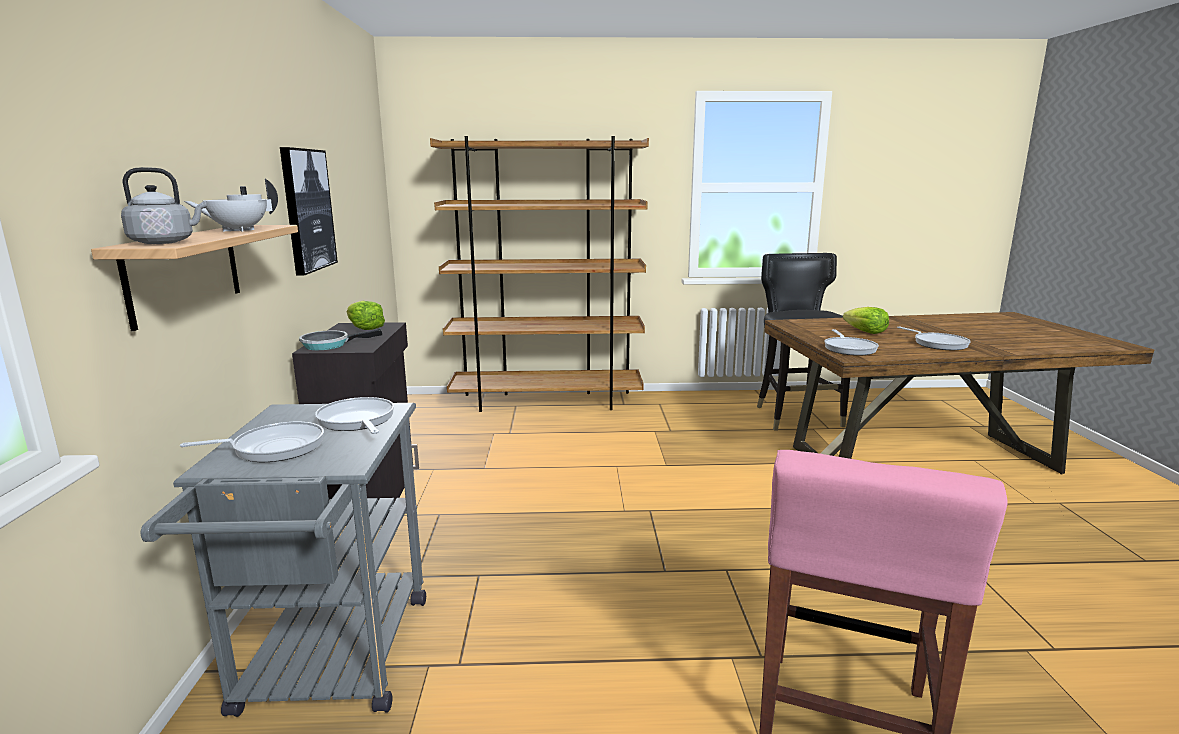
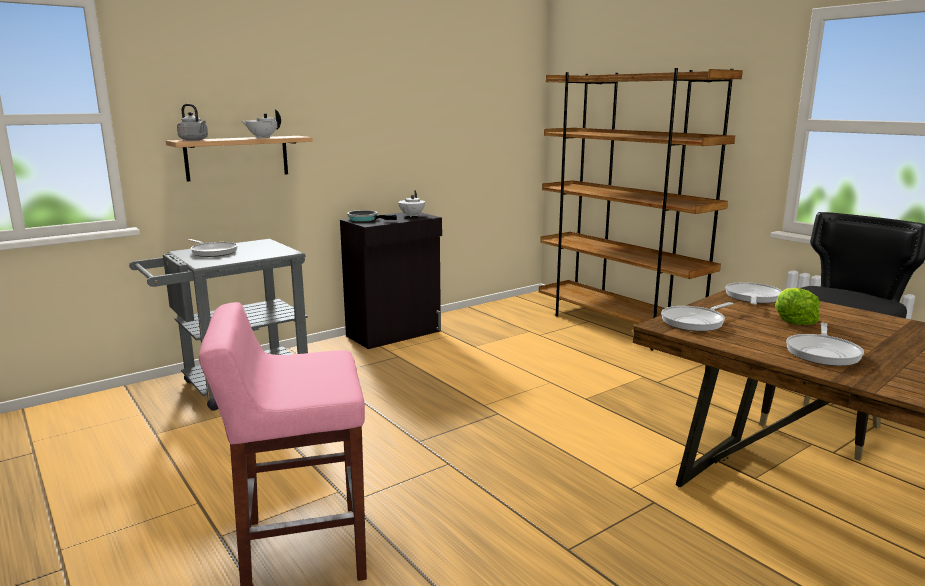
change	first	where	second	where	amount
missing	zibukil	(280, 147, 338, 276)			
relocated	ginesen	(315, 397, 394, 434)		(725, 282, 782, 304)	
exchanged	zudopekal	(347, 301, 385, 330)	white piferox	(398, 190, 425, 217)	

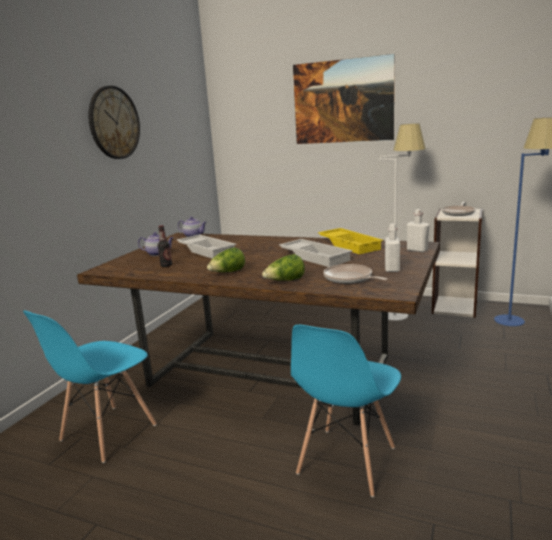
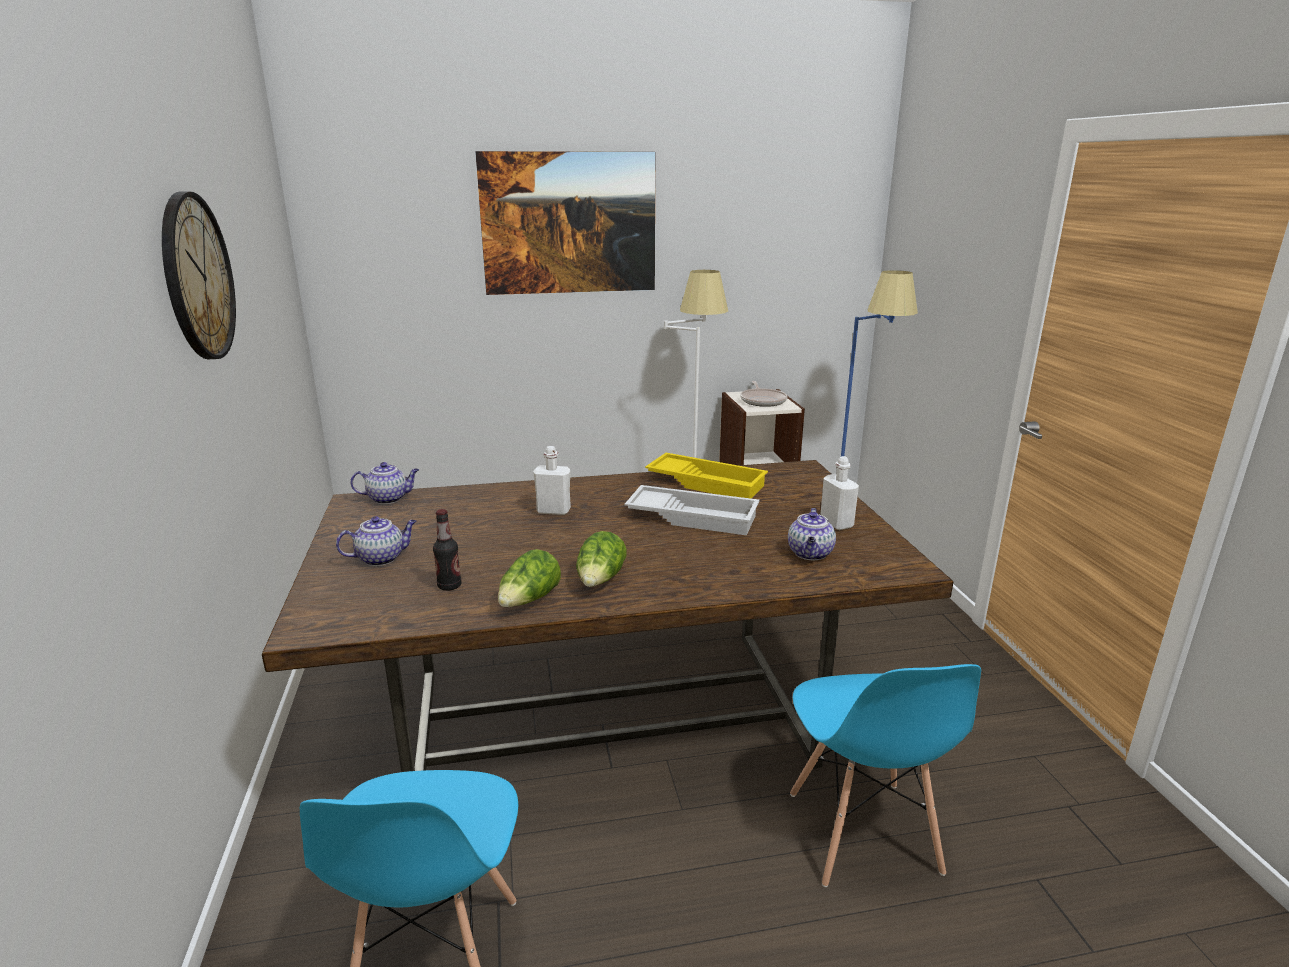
change	first	where	second	where	amount
missing	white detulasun	(176, 234, 237, 259)			
relocated	zudopekal	(262, 254, 305, 281)		(498, 549, 561, 607)	
relocated	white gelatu	(407, 209, 429, 252)		(533, 446, 571, 515)	
exchanged	ginesen	(323, 264, 388, 284)	piferox	(788, 508, 836, 560)	

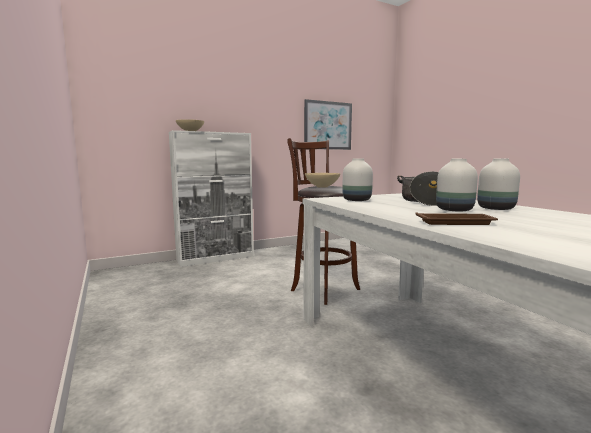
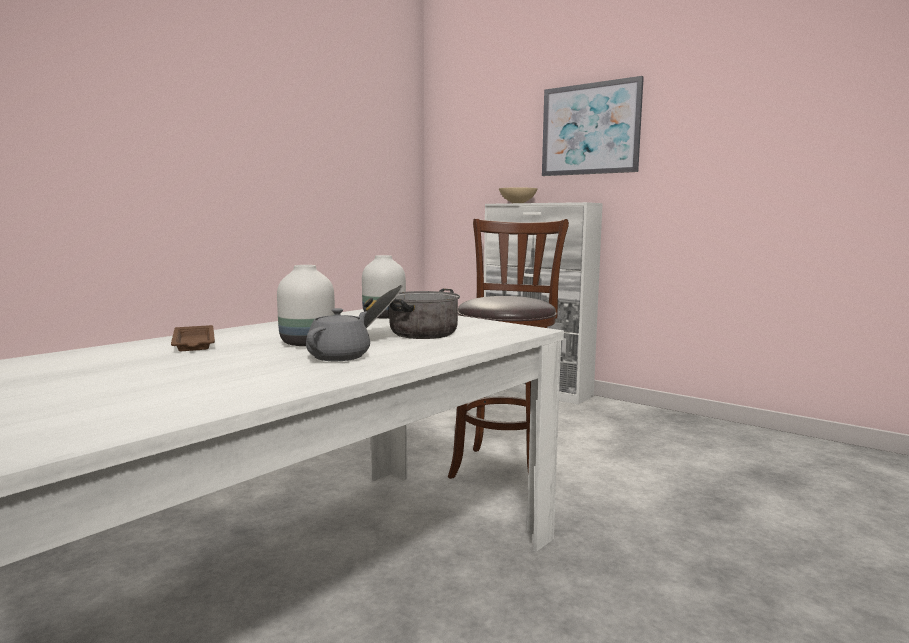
change	first	where	second	where	amount
missing	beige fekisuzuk	(305, 173, 340, 188)			
relocated	zibukil	(304, 99, 352, 150)		(542, 76, 644, 176)	
exchanged	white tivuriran	(477, 159, 520, 210)	grey piferox	(306, 308, 370, 361)	

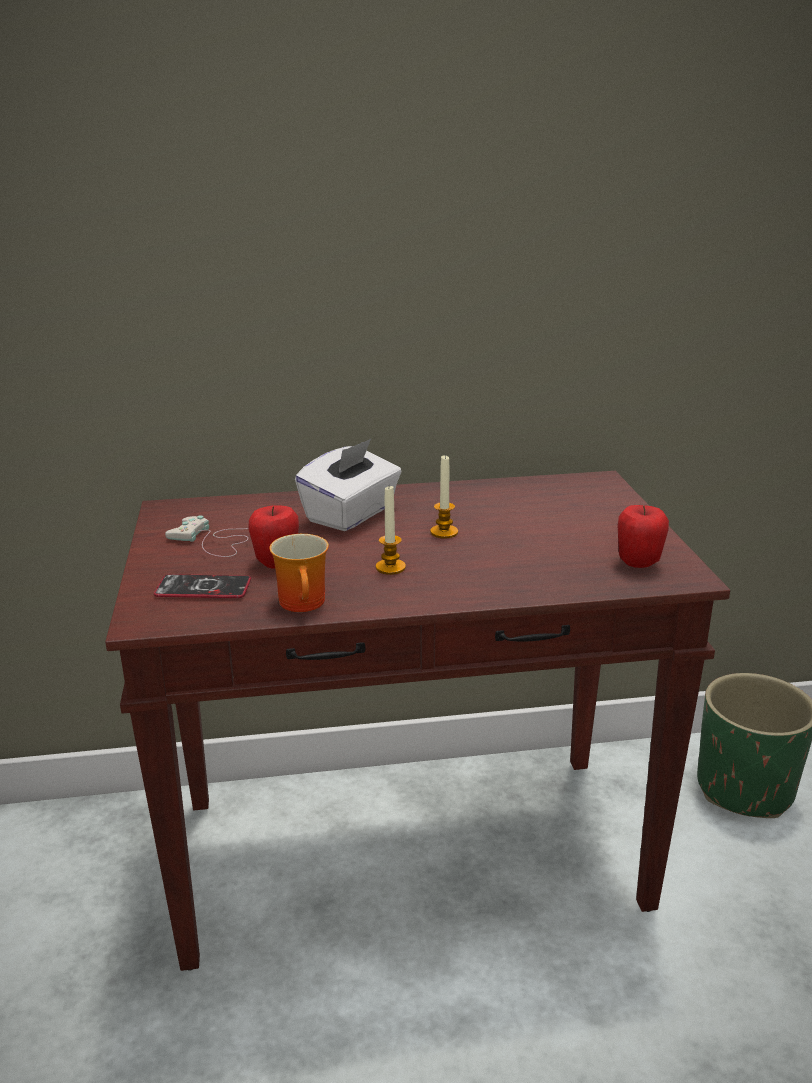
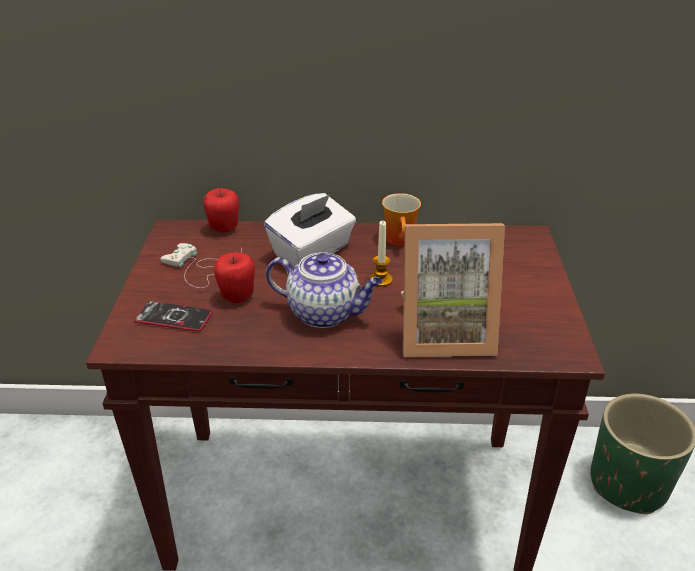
change	first	where	second	where	amount
appeared			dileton	(401, 223, 505, 357)	
relocated	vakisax	(270, 534, 329, 612)		(382, 193, 421, 246)	
relocated	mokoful	(618, 505, 669, 568)		(203, 188, 239, 232)	
exchanged	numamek	(376, 486, 406, 575)	piferox	(266, 252, 383, 328)	

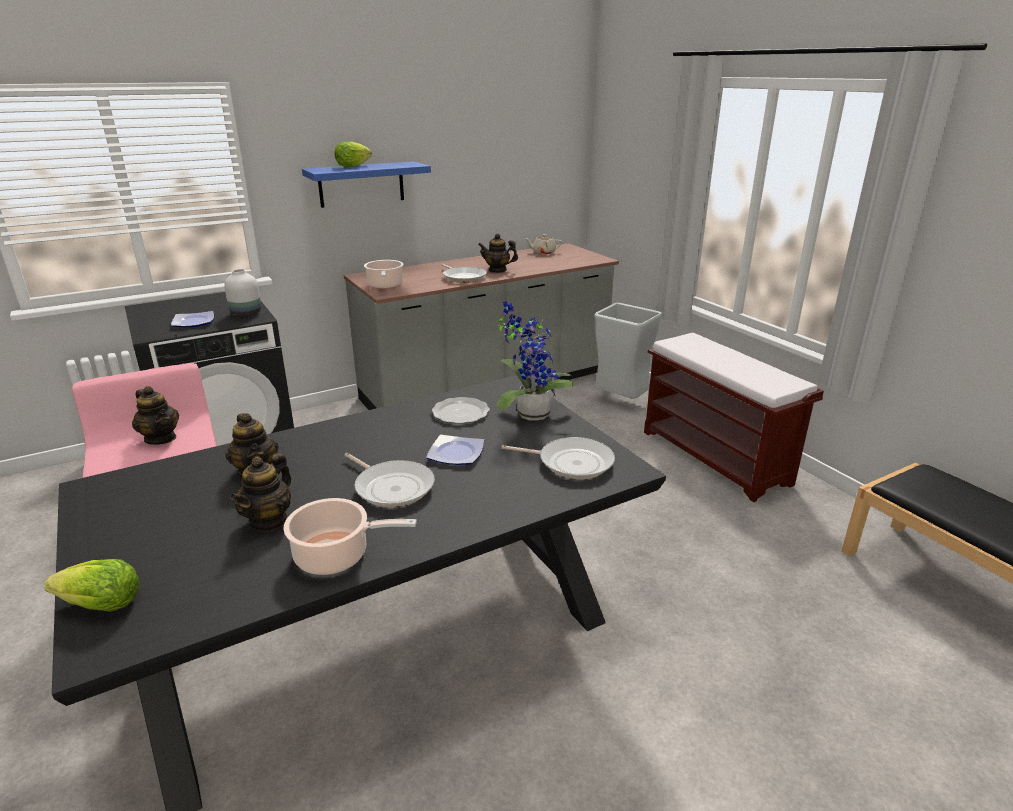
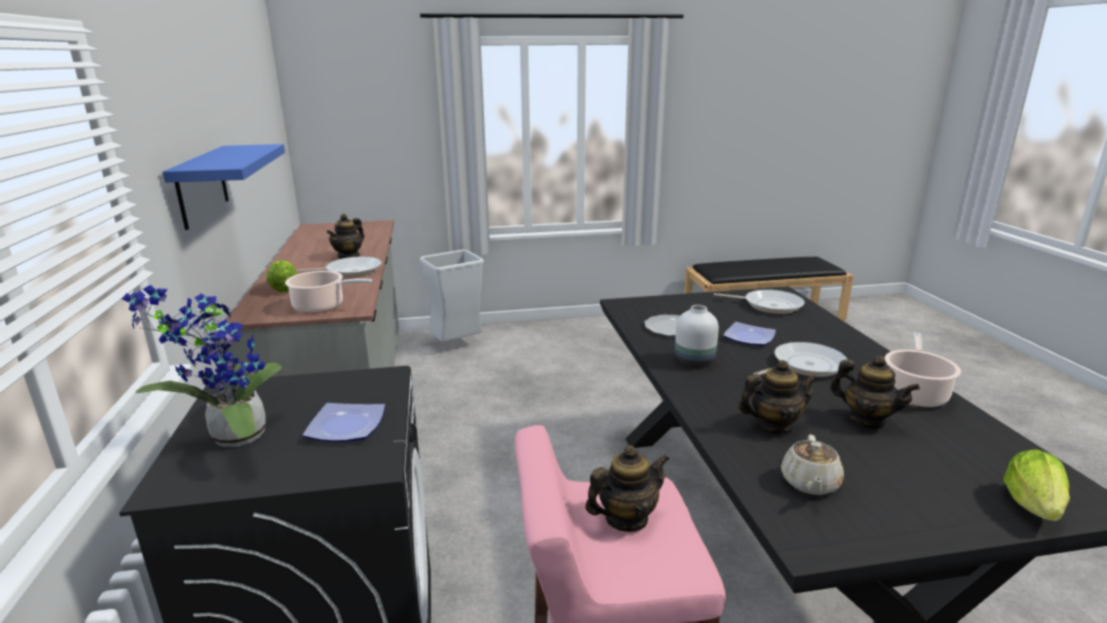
change	first	where	second	where	amount
missing	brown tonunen	(644, 333, 824, 502)			
relocated	white tivuriran	(224, 269, 261, 317)		(675, 305, 719, 366)	
relocated	zudopekal	(335, 142, 372, 167)		(267, 260, 297, 292)	
relocated	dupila	(497, 301, 573, 421)		(122, 285, 282, 447)	
relocated	beige piferox	(526, 234, 562, 255)		(781, 435, 844, 495)	
spun	ginesen	(501, 437, 615, 479)		(714, 290, 805, 314)	75 degrees clockwise

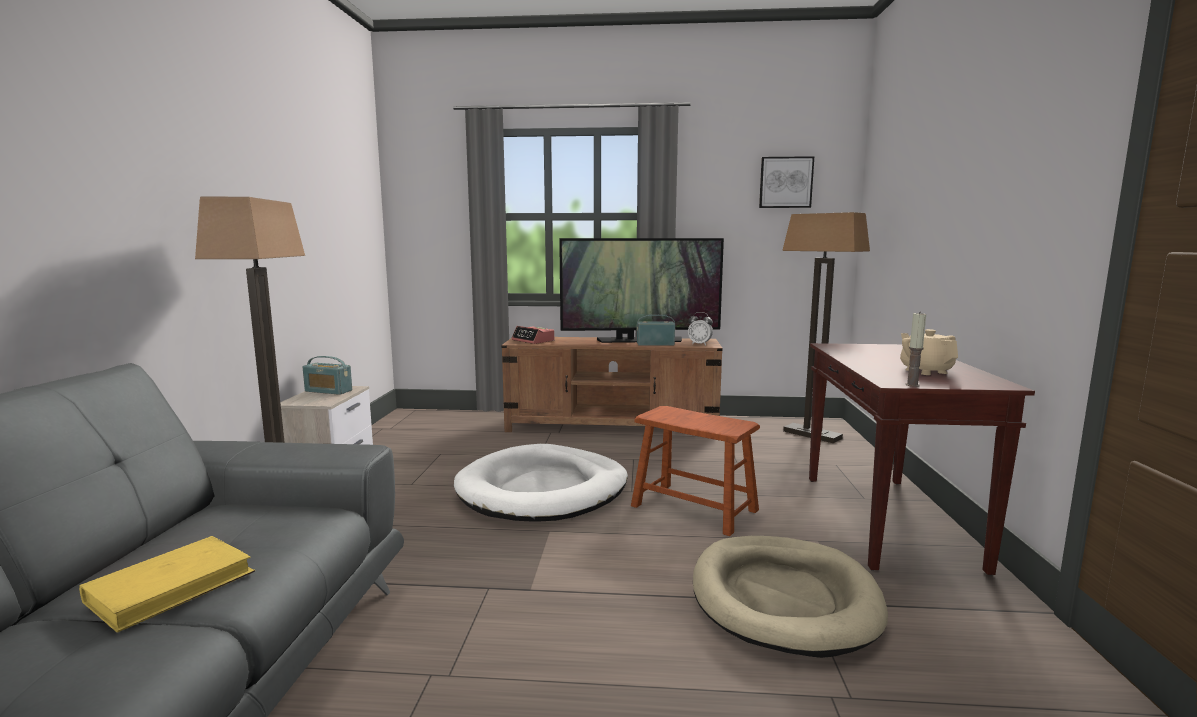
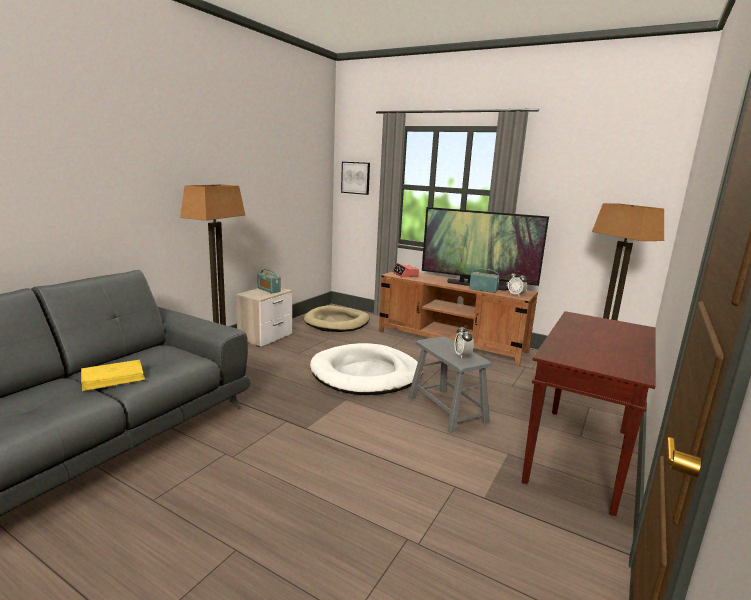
change	first	where	second	where	amount
missing	beige piferox	(900, 329, 958, 375)			
missing	numamek	(906, 313, 926, 387)			
appeared			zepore	(455, 325, 474, 359)	
relocated	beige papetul	(693, 536, 888, 658)		(304, 305, 369, 332)	
relocated	zibukil	(759, 156, 814, 208)		(341, 162, 370, 195)	
colour	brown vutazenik	(631, 406, 760, 536)	grey vutazenik	(408, 336, 493, 433)	

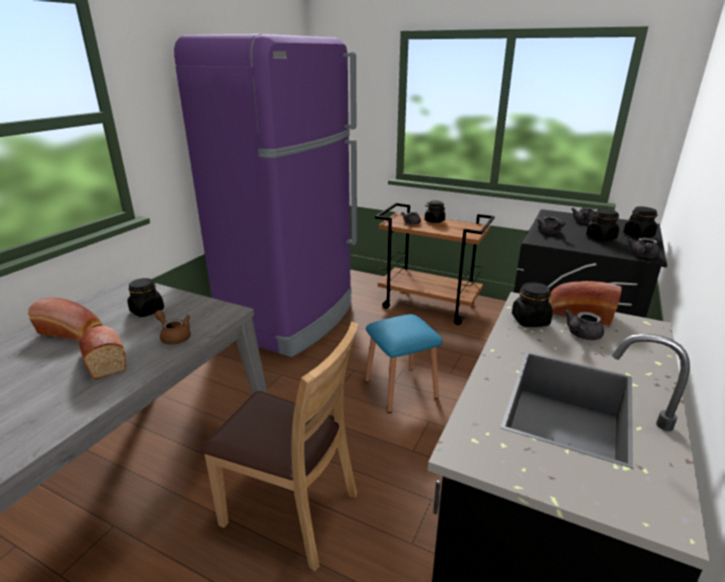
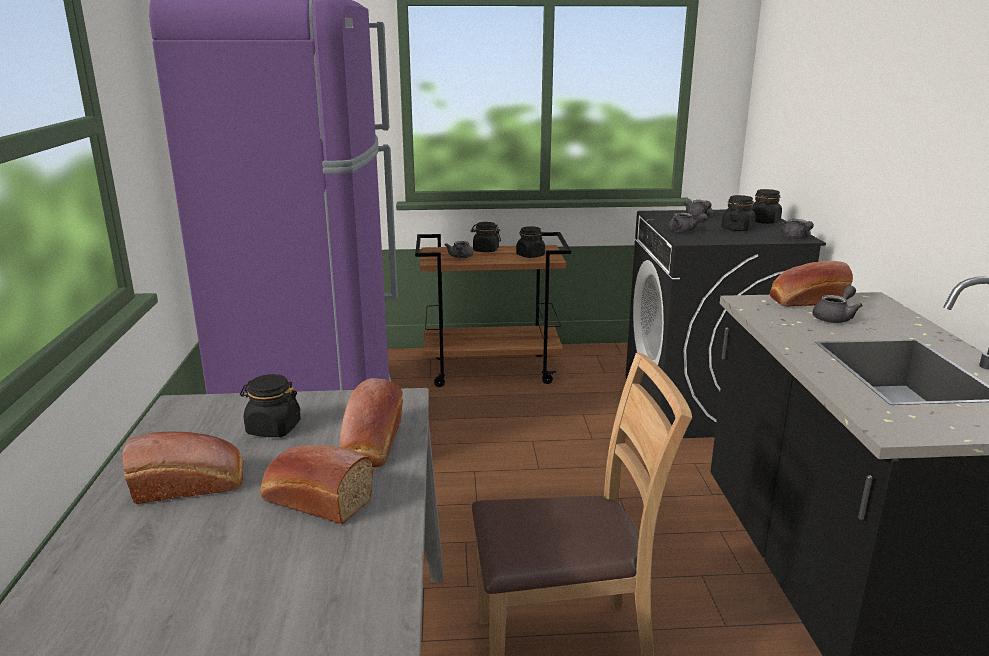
change	first	where	second	where	amount
missing	blue vutazenik	(365, 314, 443, 413)			
relocated	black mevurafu	(512, 282, 553, 327)		(516, 226, 545, 258)	
exchanged	brown piferox	(155, 310, 191, 345)	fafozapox	(339, 378, 403, 467)	
spun	grey piferox	(564, 310, 604, 340)		(812, 285, 863, 323)	150 degrees counterclockwise

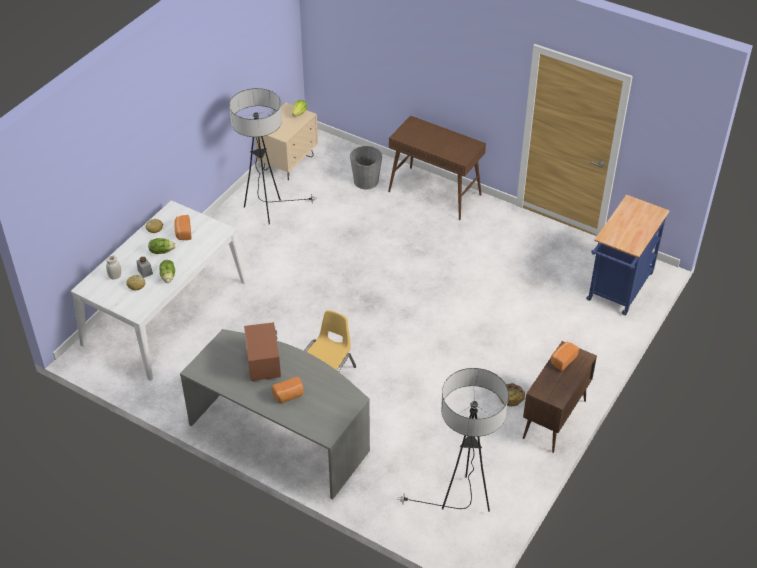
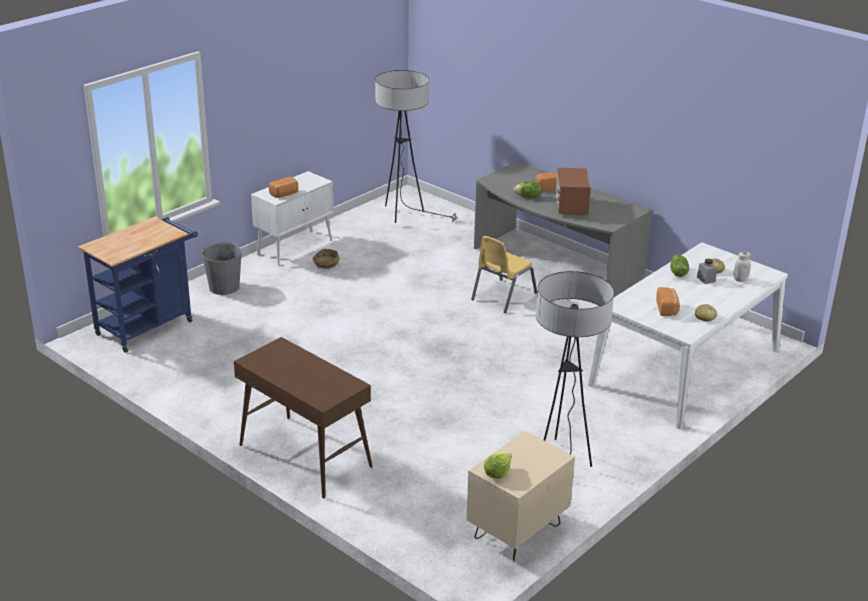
change	first	where	second	where	amount
relocated	zudopekal	(148, 238, 176, 254)		(514, 181, 542, 198)	
relocated	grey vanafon	(350, 146, 382, 189)		(202, 241, 242, 295)	
colour	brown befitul	(523, 341, 597, 453)	white befitul	(251, 171, 334, 265)	

